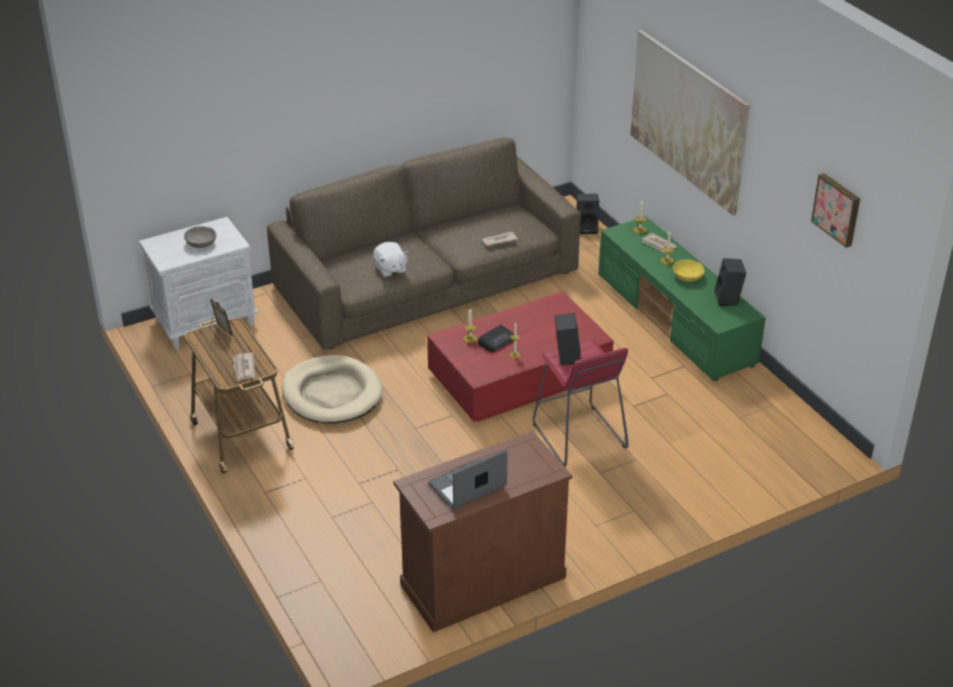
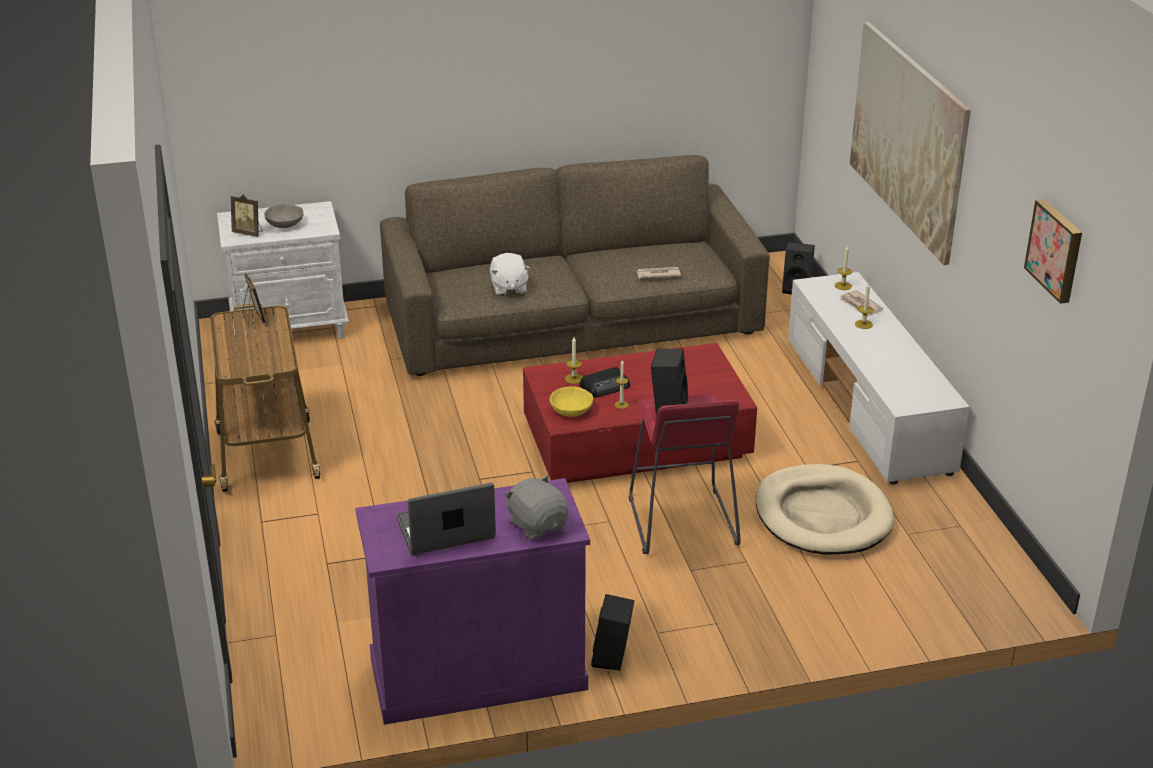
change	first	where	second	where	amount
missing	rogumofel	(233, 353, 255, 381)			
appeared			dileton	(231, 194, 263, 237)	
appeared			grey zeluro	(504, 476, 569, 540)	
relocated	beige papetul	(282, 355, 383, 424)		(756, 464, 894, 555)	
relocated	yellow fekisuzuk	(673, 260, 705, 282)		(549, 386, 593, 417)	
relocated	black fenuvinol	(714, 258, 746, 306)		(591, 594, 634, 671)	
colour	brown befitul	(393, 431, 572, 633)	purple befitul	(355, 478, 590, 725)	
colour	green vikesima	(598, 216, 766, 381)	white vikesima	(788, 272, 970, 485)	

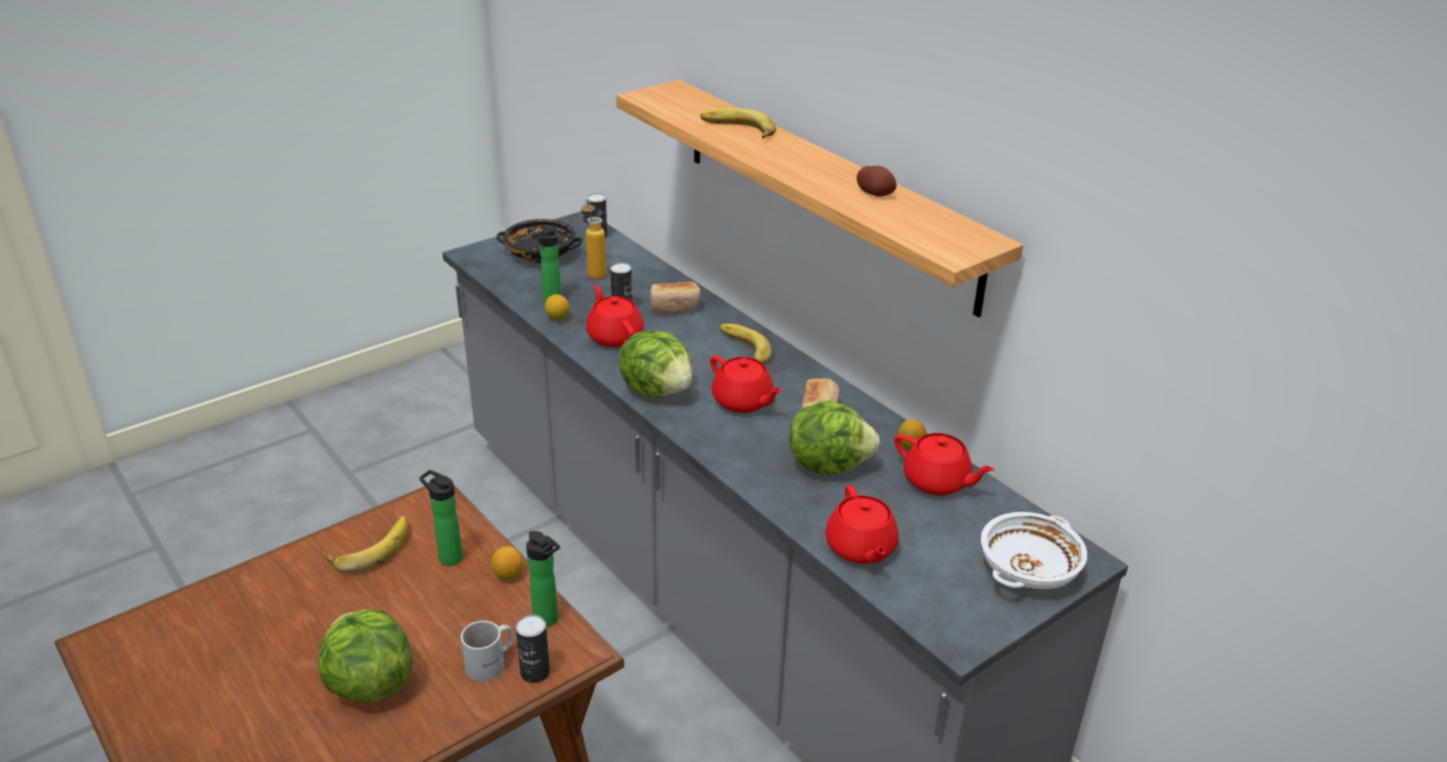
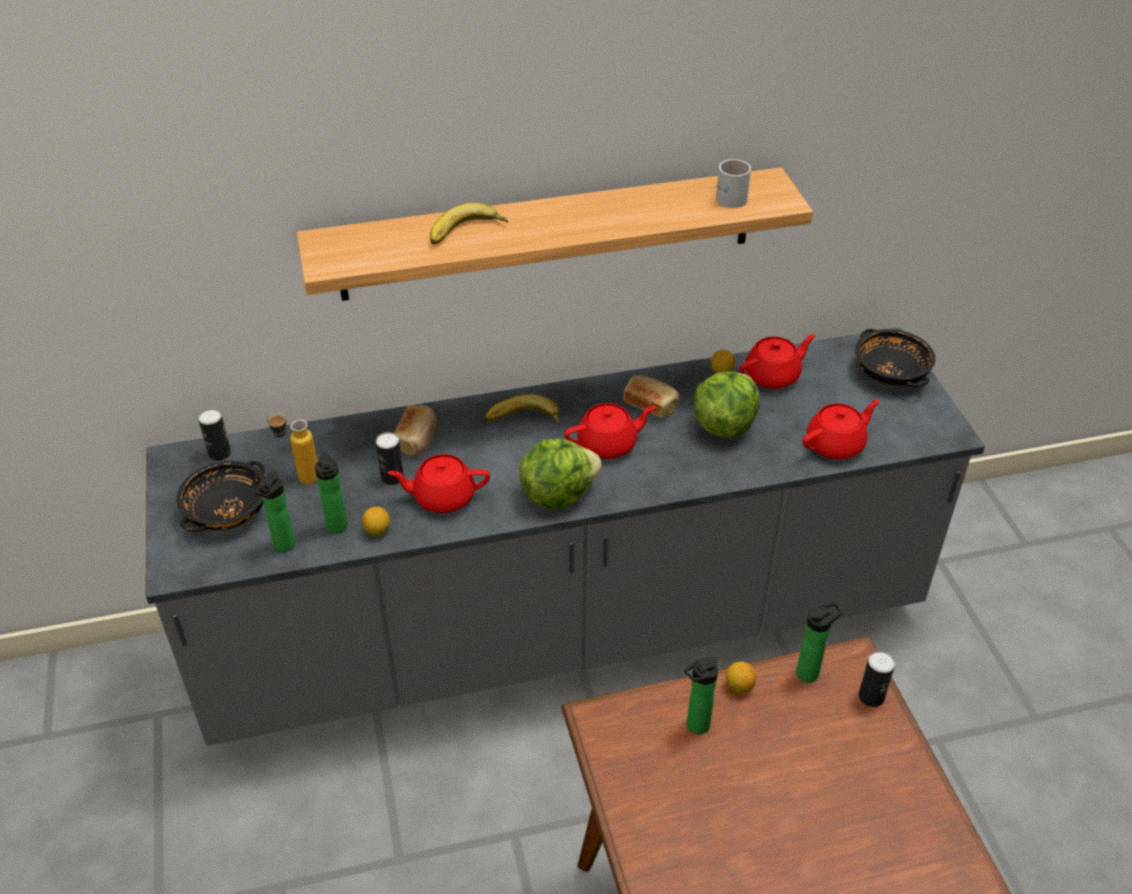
change	first	where	second	where	amount
missing	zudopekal	(318, 610, 412, 704)			
missing	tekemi	(322, 516, 408, 573)			
missing	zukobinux	(857, 166, 897, 197)			
appeared			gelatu	(254, 471, 296, 552)	
relocated	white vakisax	(461, 621, 513, 682)		(716, 159, 751, 208)	
colour	white fekisuzuk	(981, 512, 1087, 590)	black fekisuzuk	(855, 329, 935, 387)	
spun	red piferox	(825, 485, 899, 564)		(803, 399, 880, 460)	45 degrees counterclockwise

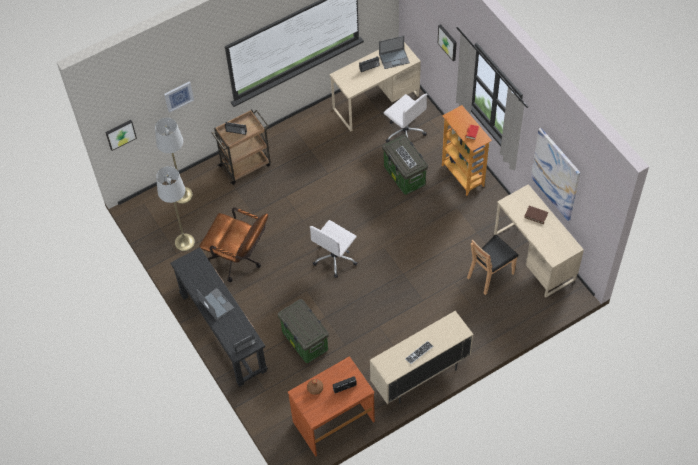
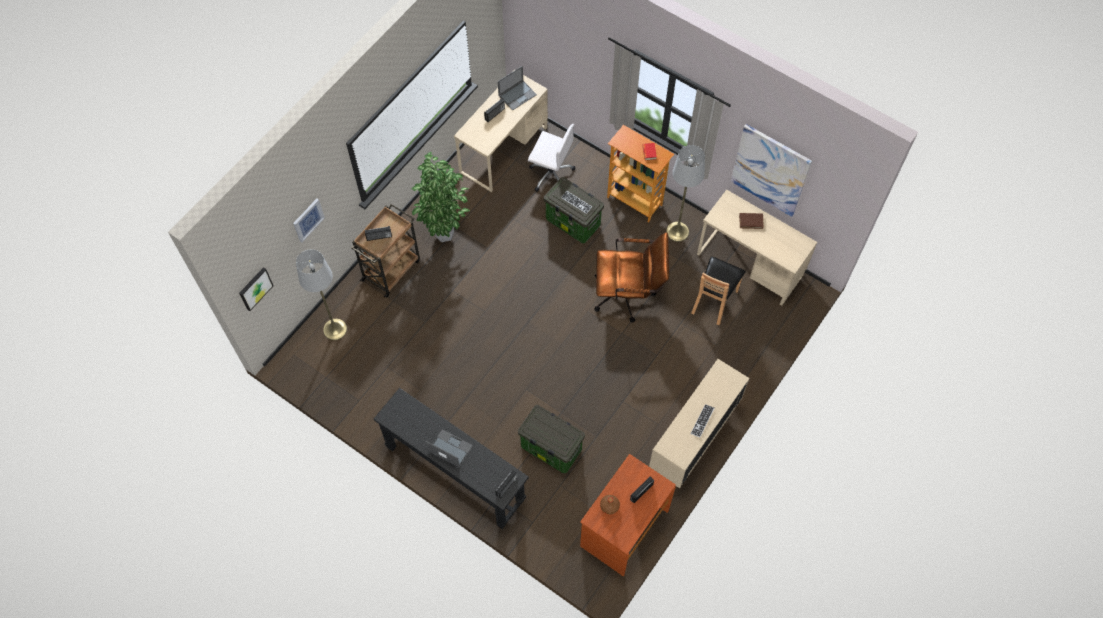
change	first	where	second	where	amount
missing	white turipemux	(310, 220, 357, 278)			
missing	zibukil	(438, 24, 457, 61)			
appeared			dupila	(411, 152, 470, 242)	
relocated	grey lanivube	(156, 166, 195, 251)		(666, 145, 705, 242)	
relocated	brown turipemux	(199, 207, 268, 282)		(594, 232, 669, 322)	

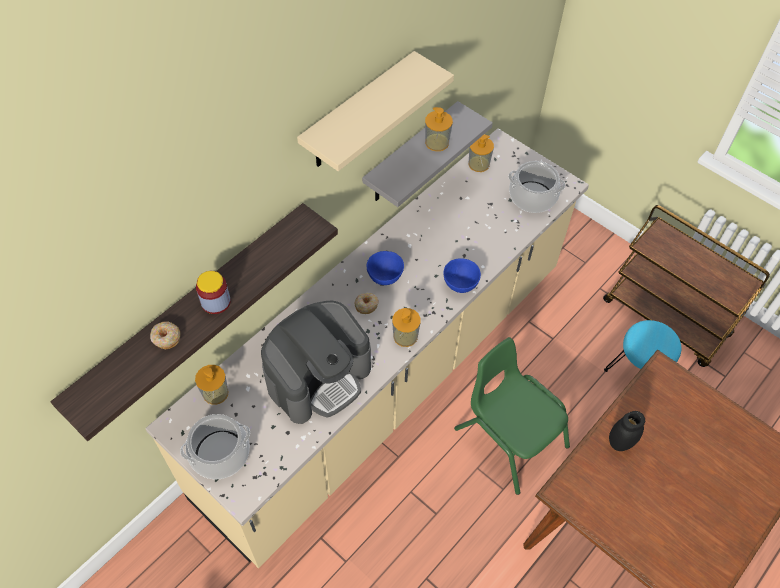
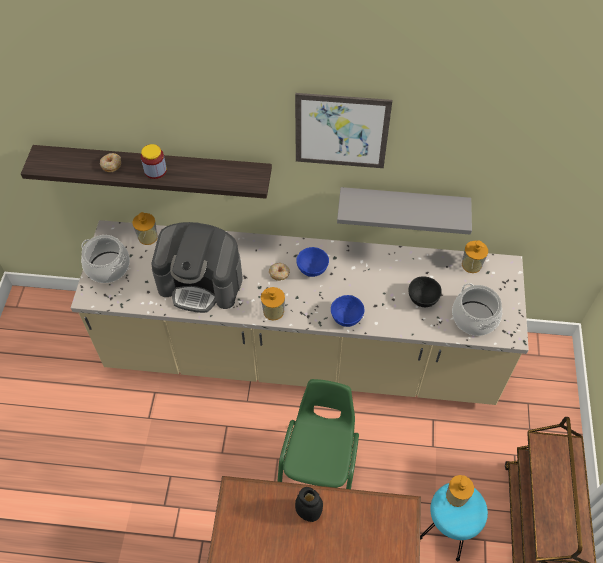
change	first	where	second	where	amount
appeared			black fekisuzuk	(408, 276, 442, 307)	
relocated	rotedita	(425, 107, 453, 151)		(446, 475, 474, 507)	
exchanged	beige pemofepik	(297, 51, 454, 171)	zibukil	(295, 93, 392, 168)	

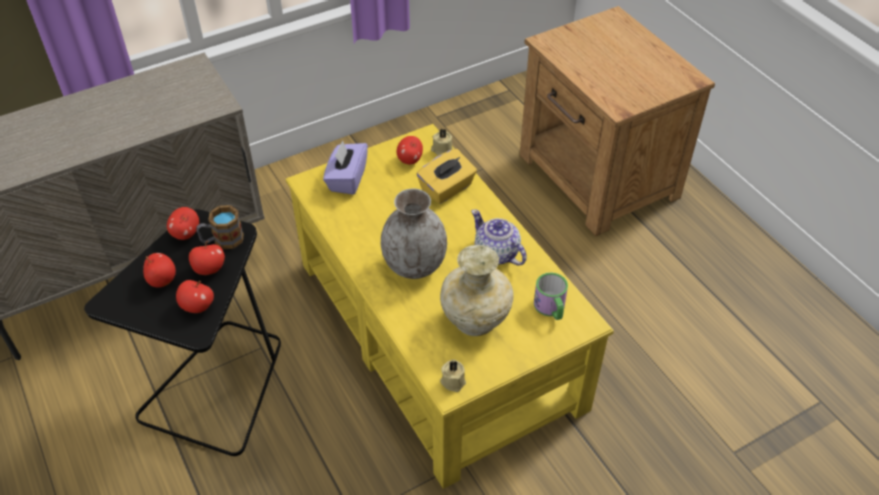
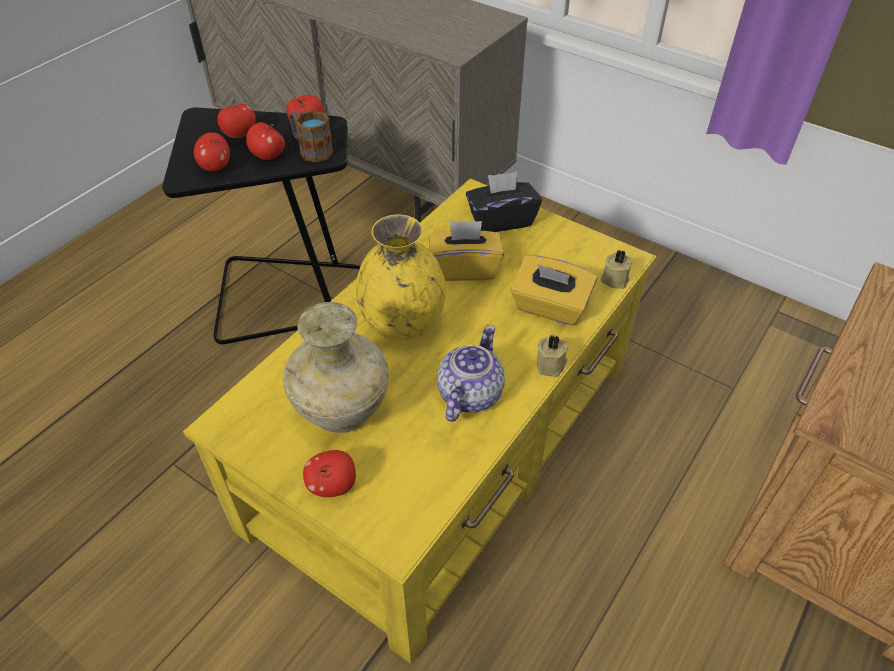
change	first	where	second	where	amount
missing	vakisax	(534, 272, 568, 320)			
appeared			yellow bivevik	(429, 220, 504, 281)	
relocated	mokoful	(397, 136, 423, 164)		(303, 450, 356, 497)	
relocated	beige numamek	(440, 360, 466, 392)		(537, 335, 568, 377)	
colour	purple bivevik	(323, 140, 368, 195)	black bivevik	(466, 172, 542, 232)	
colour	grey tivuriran	(381, 189, 447, 279)	yellow tivuriran	(356, 214, 446, 340)	

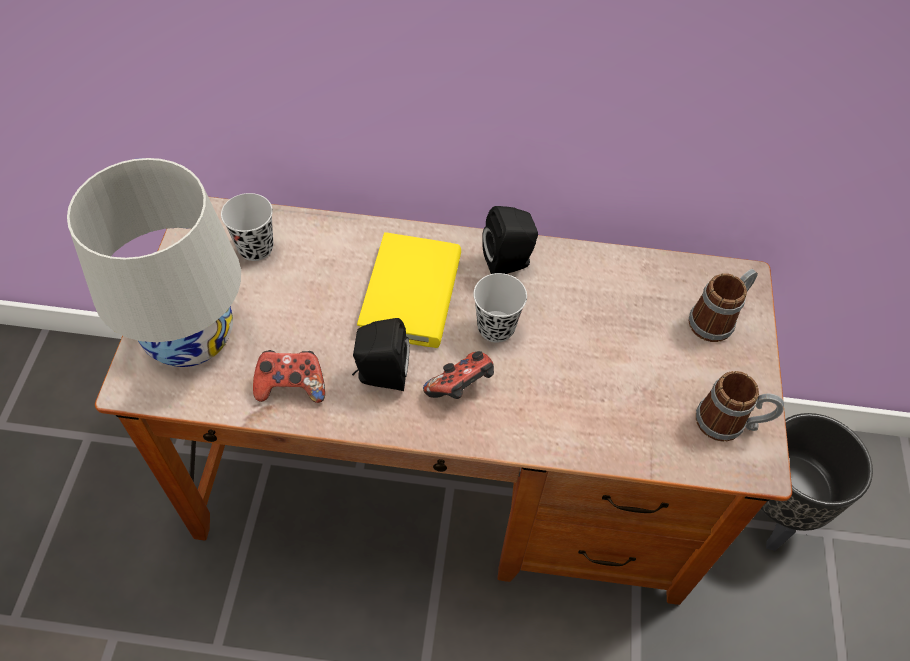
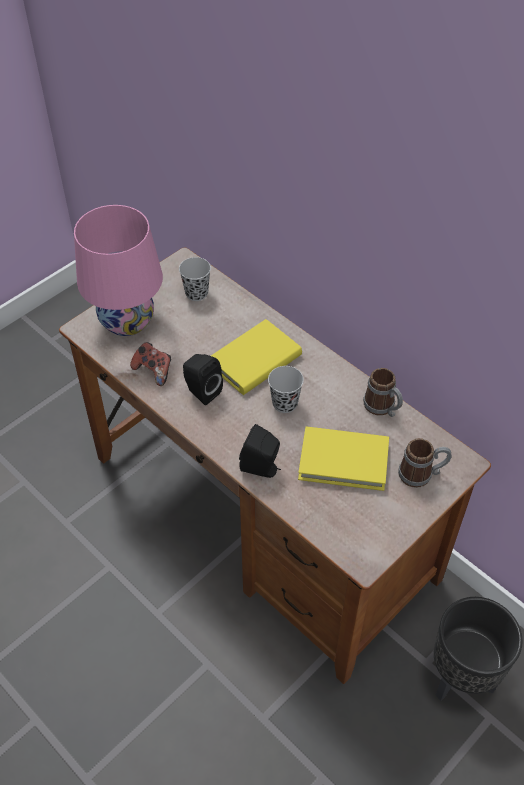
change	first	where	second	where	amount
missing	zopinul	(423, 351, 494, 399)			
appeared			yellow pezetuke	(298, 427, 389, 491)	
relocated	black fenuvinol	(482, 206, 538, 274)		(239, 424, 281, 478)	
relocated	vakisax	(696, 371, 784, 442)		(363, 368, 403, 417)	
colour	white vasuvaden	(67, 158, 241, 367)	pink vasuvaden	(74, 205, 163, 336)	

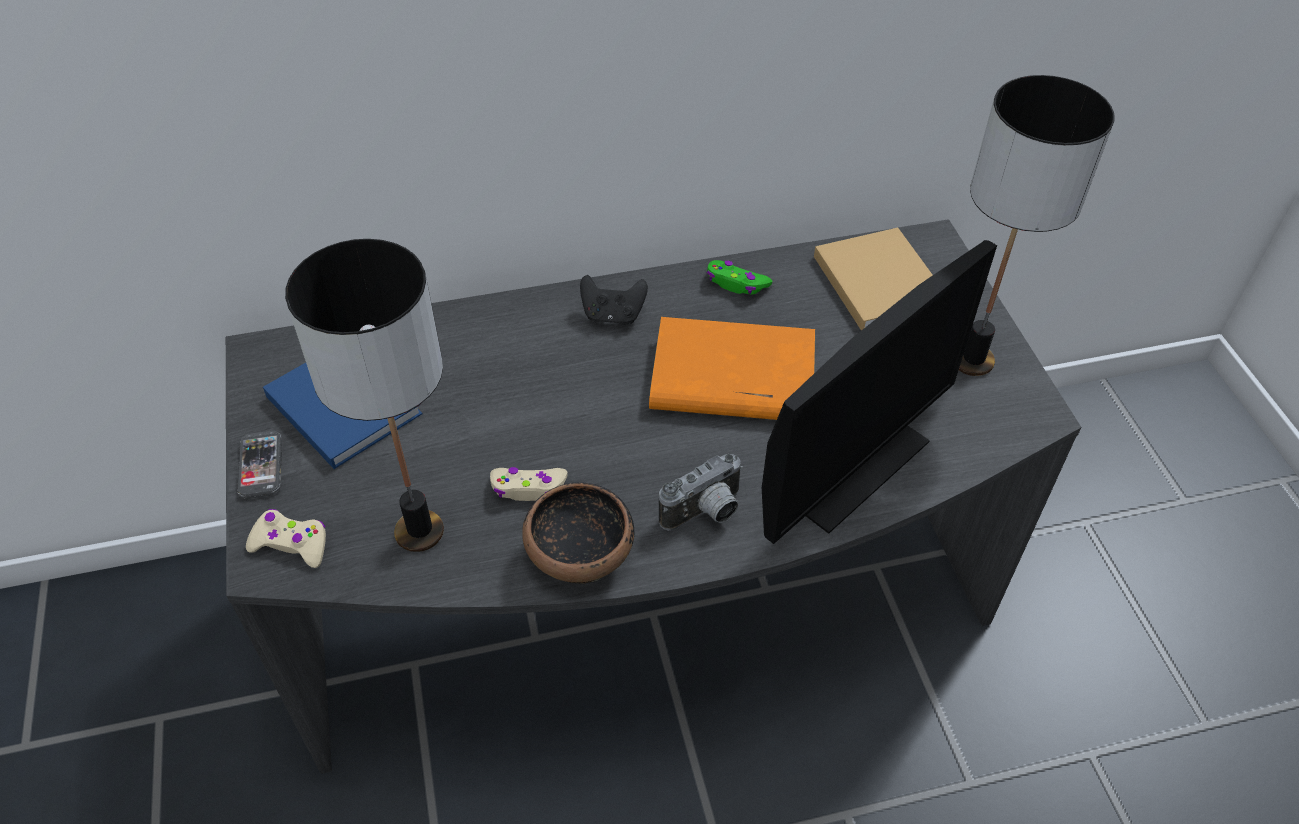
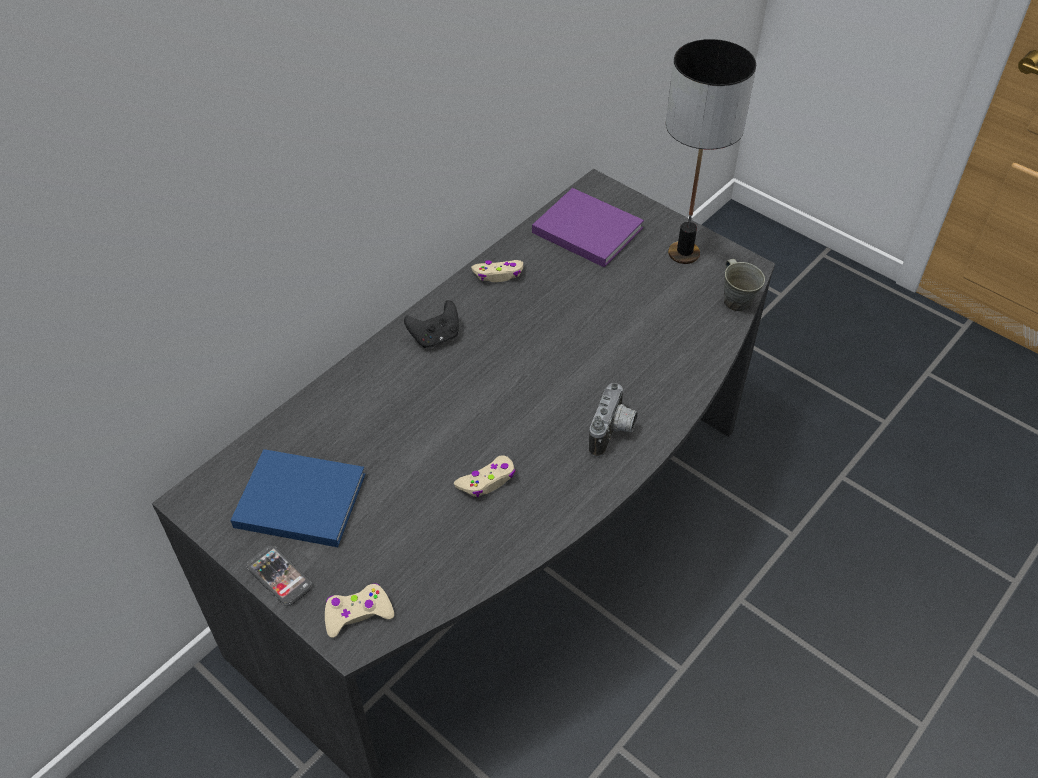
change	first	where	second	where	amount
missing	vasuvaden	(285, 239, 444, 552)			
missing	fekisuzuk	(522, 482, 634, 584)			
missing	orange pezetuke	(649, 317, 815, 420)			
missing	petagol	(762, 240, 997, 544)			
appeared			grey vakisax	(724, 259, 765, 311)	
colour	green zopinul	(707, 260, 773, 295)	beige zopinul	(471, 260, 523, 282)	
colour	beige pezetuke	(814, 228, 933, 331)	purple pezetuke	(532, 188, 644, 267)	

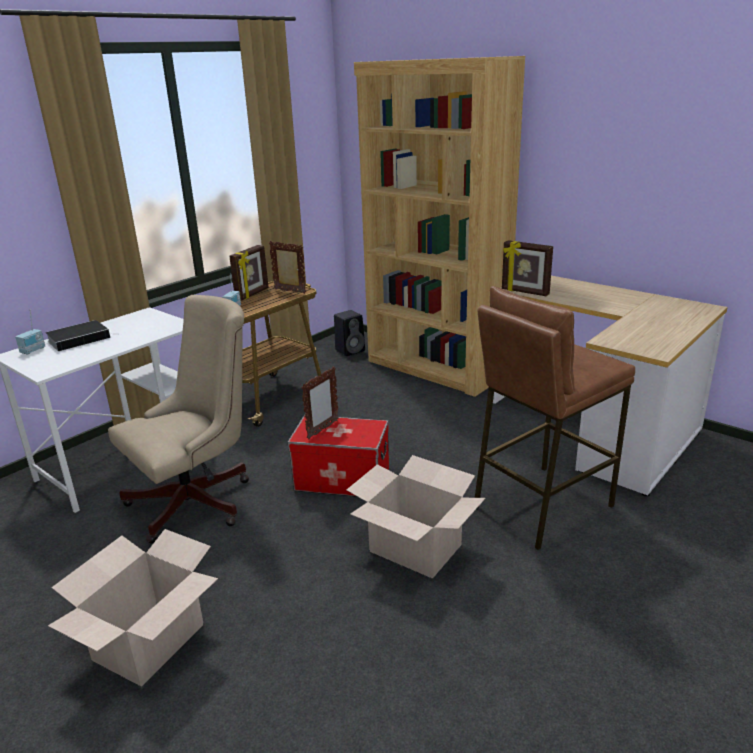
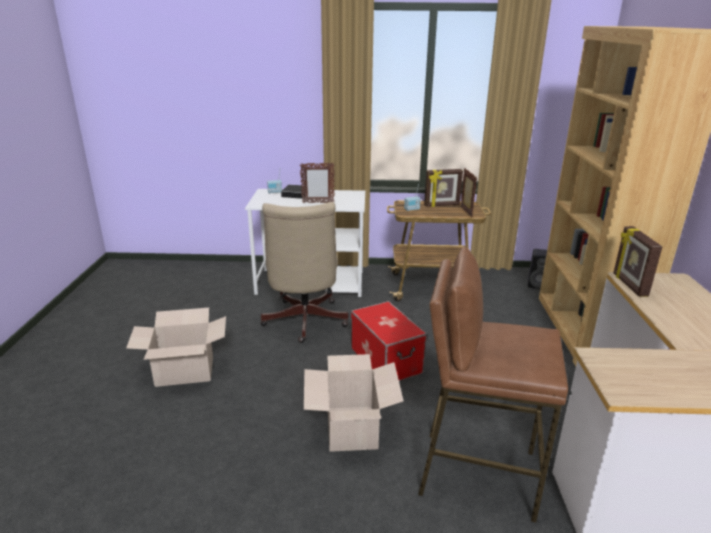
change	first	where	second	where	amount
relocated	dileton	(301, 366, 339, 439)		(300, 162, 335, 203)	
spun	beige turipemux	(108, 295, 249, 544)		(260, 202, 349, 343)	75 degrees clockwise

